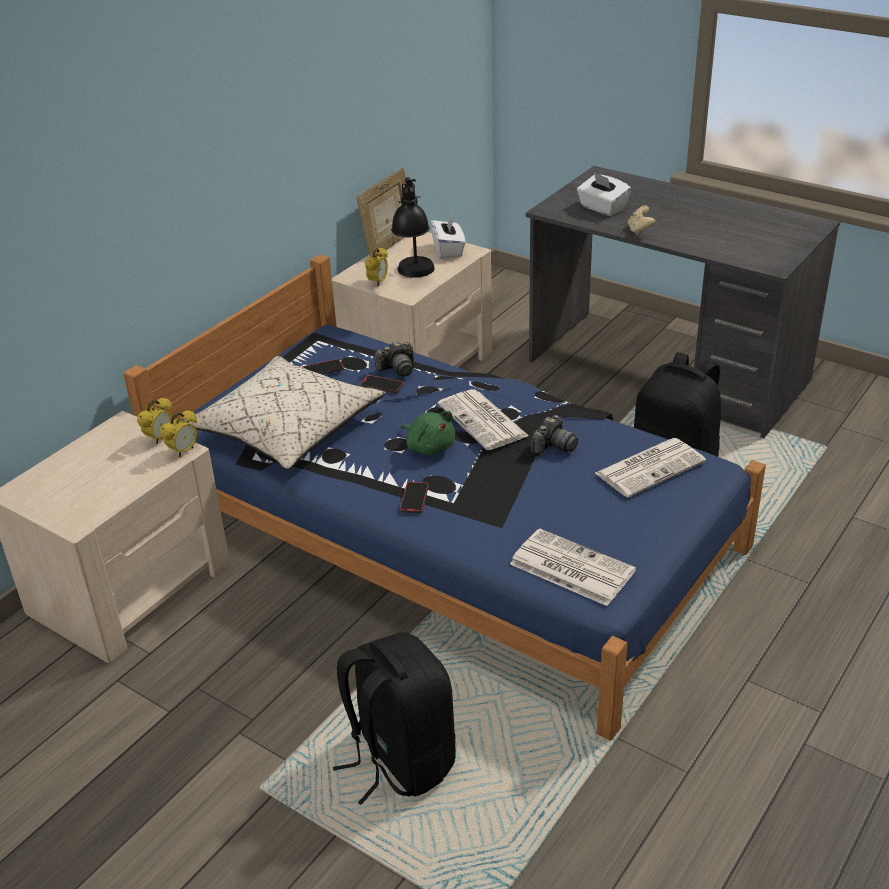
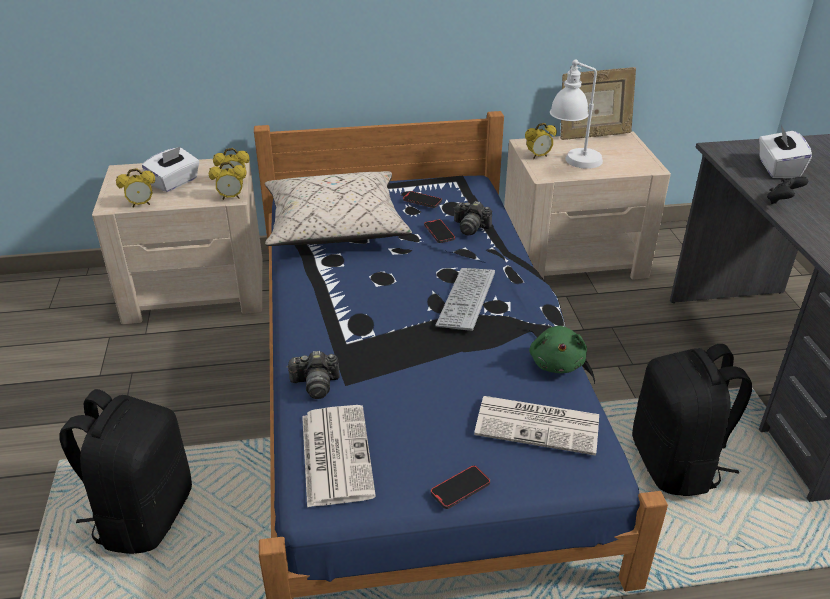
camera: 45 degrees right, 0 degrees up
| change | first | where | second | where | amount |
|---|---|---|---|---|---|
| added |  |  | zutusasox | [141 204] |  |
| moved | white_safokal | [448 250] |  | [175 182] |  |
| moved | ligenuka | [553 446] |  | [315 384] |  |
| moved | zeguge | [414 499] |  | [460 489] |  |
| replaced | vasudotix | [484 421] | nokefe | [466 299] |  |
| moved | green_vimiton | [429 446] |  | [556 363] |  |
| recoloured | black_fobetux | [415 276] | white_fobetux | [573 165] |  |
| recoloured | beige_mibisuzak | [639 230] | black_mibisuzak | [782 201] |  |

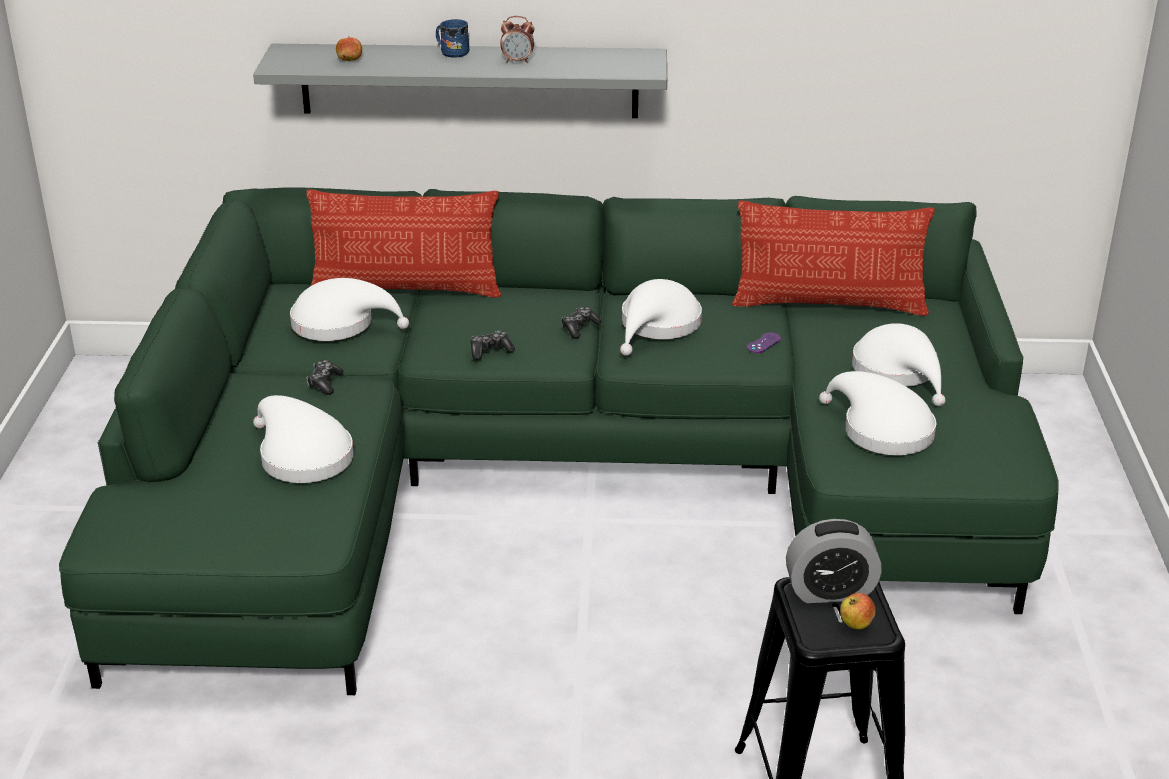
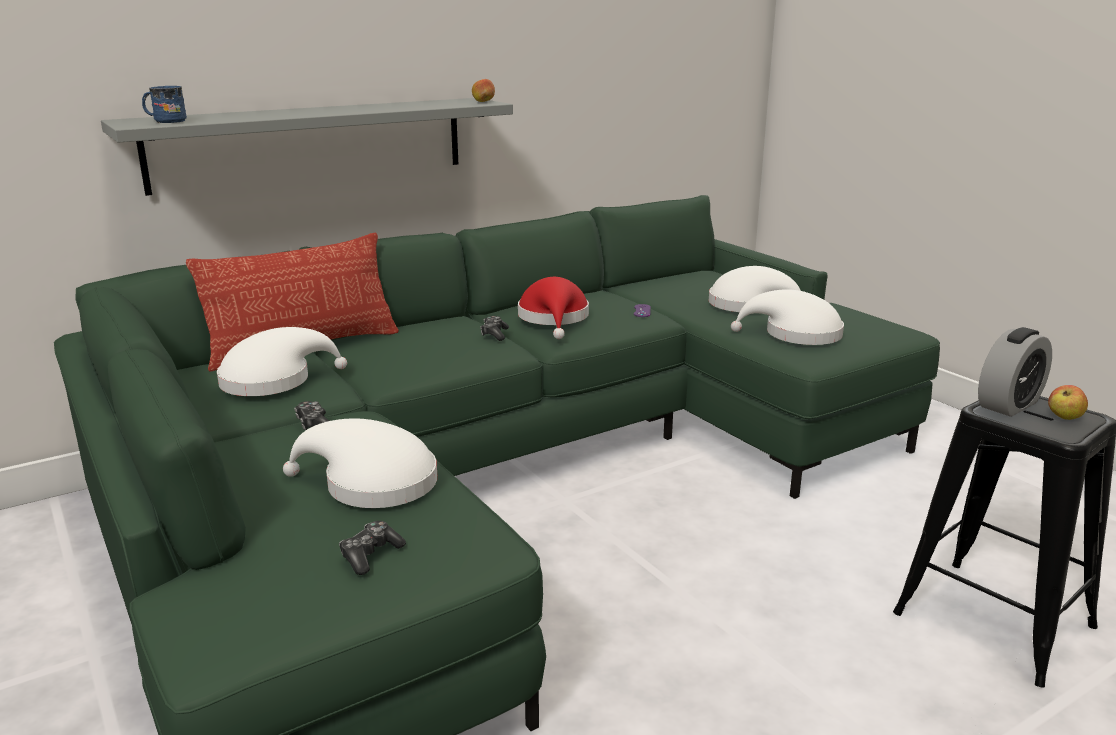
camera: 35 degrees left, 10 degrees down
| change | first | where | second | where | amount |
|---|---|---|---|---|---|
| moved | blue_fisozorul | [451 52] |  | [165 121] |  |
| moved | mibisuzak | [490 351] |  | [370 555] |  |
| moved | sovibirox | [350 61] |  | [483 102] |  |
| recoloured | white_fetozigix | [658 326] | red_fetozigix | [554 319] |  |
| removed | zutusasox | [517 61] |  |  |  |
| removed | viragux | [828 304] |  |  |  |

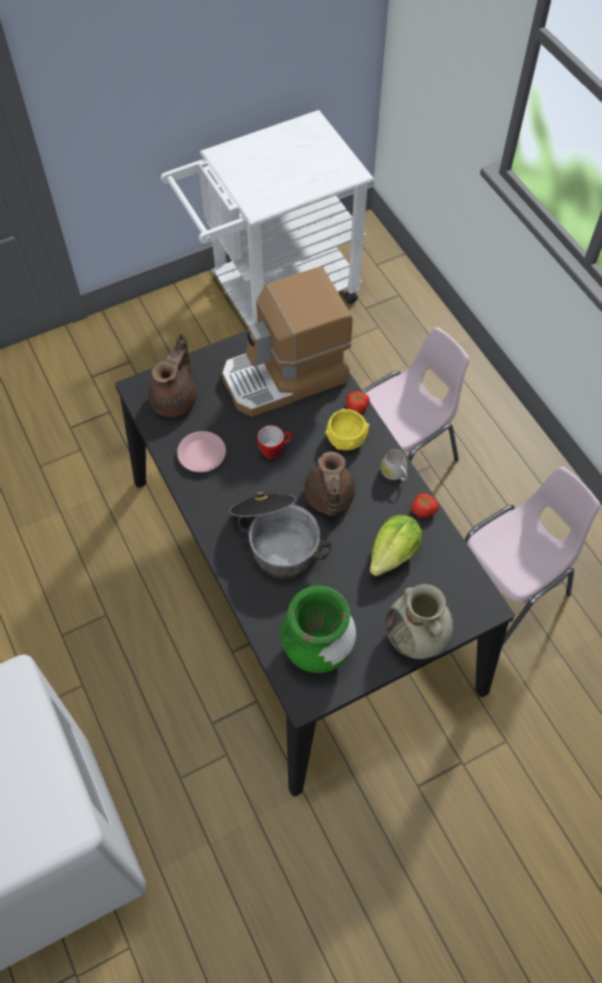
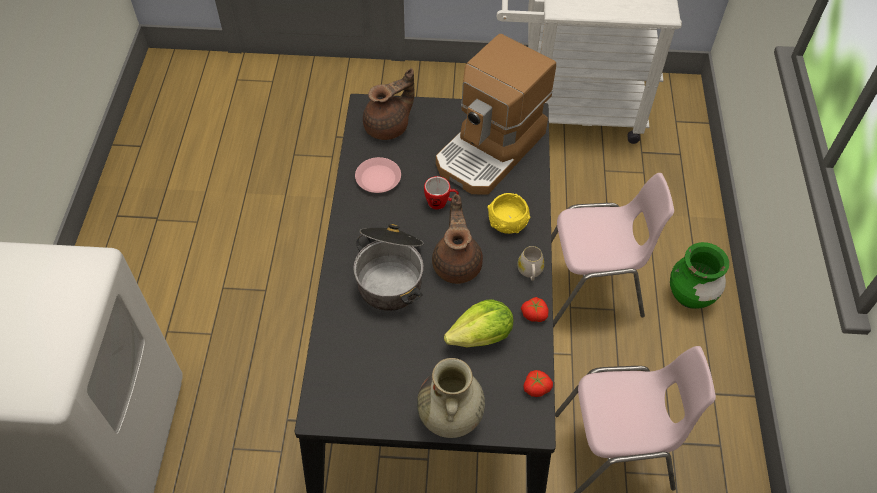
camera: 30 degrees right, 5 degrees down
| change | first | where | second | where | amount |
|---|---|---|---|---|---|
| turned | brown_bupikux | [328 498] |  | [457 263] | 150 degrees clockwise |
| turned | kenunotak | [285 377] |  | [491 150] | 60 degrees counterclockwise |
| moved | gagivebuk | [356 406] |  | [536 387] |  |
| moved | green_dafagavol | [317 649] |  | [690 296] |  |

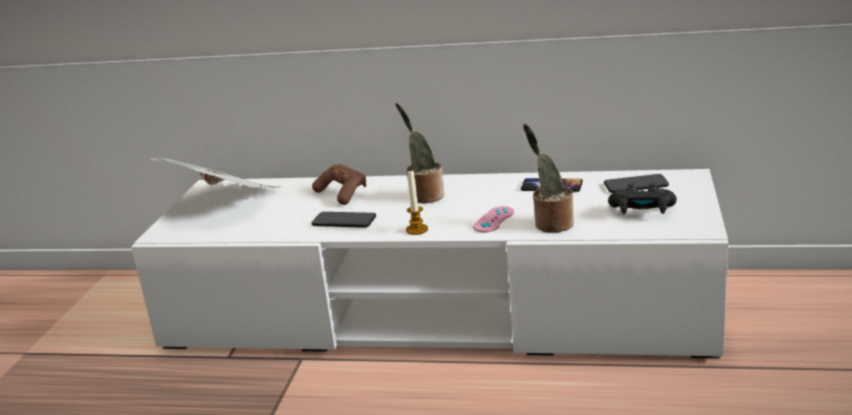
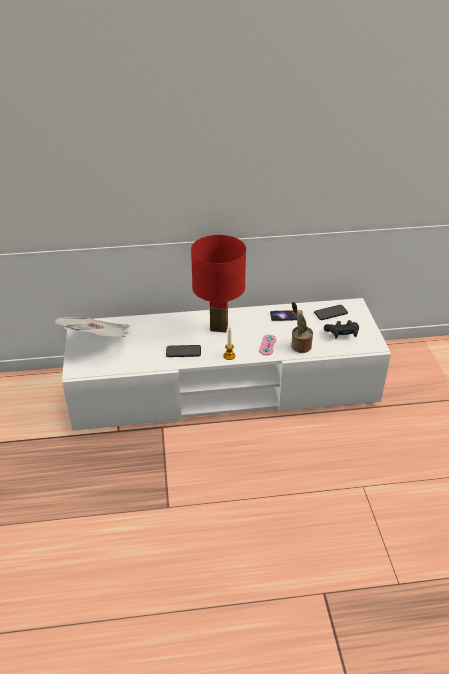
camera: 20 degrees left, 15 degrees up
| change | first | where | second | where | amount |
|---|---|---|---|---|---|
| replaced | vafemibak | [424 196] | red_fobetux | [219 328] |  |
| removed | brown_mibisuzak | [342 194] |  |  |  |

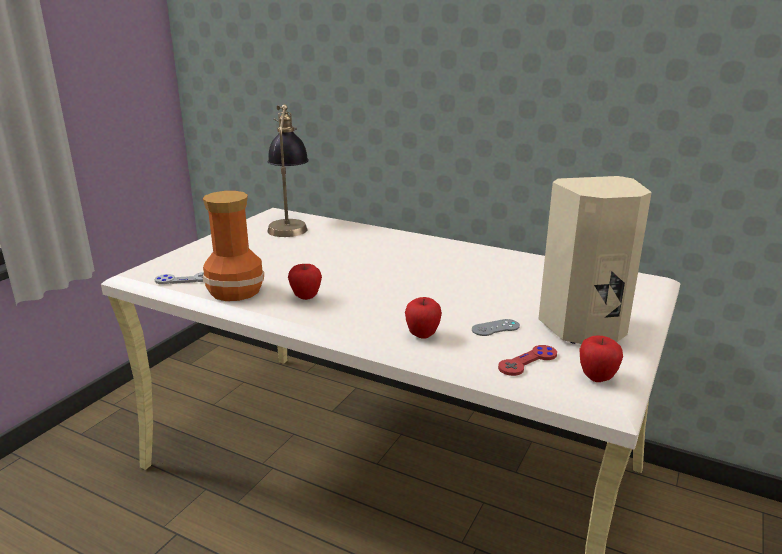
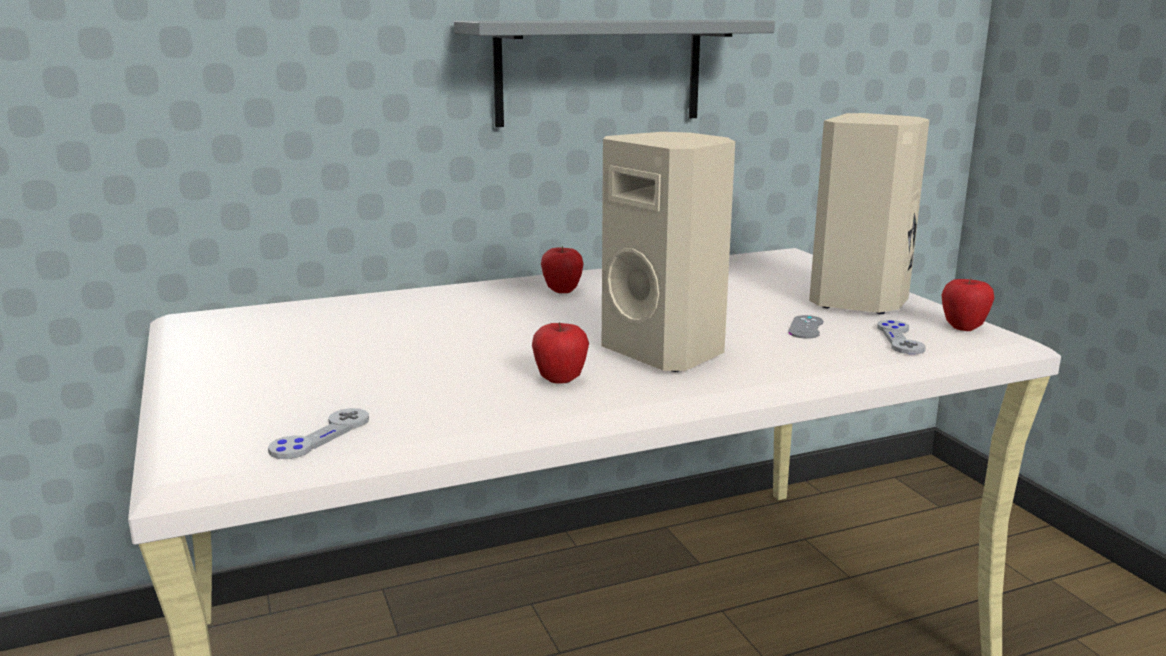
camera: 50 degrees left, 5 degrees down
| change | first | where | second | where | amount |
|---|---|---|---|---|---|
| added |  |  | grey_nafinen | [599 72] |  |
| moved | sovibirox | [422 335] |  | [562 291] |  |
| added |  |  | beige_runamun | [666 352] |  |
| recoloured | red_mibisuzak | [528 362] | grey_mibisuzak | [900 339] |  |
| removed | dafagavol | [234 291] |  |  |  |
| removed | fobetux | [289 224] |  |  |  |

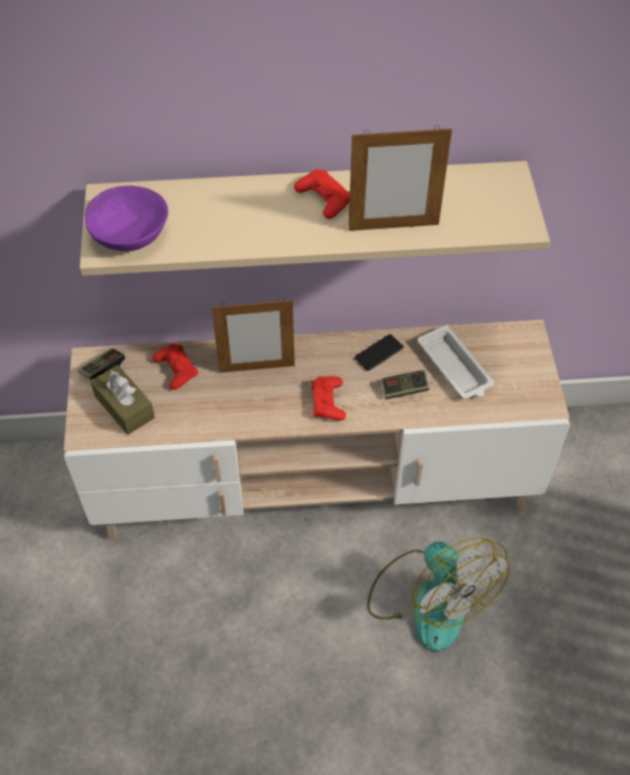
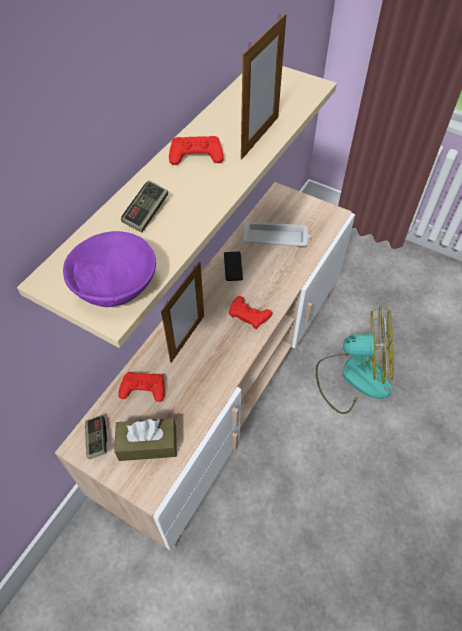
camera: 55 degrees left, 0 degrees up
| change | first | where | second | where | amount |
|---|---|---|---|---|---|
| moved | mibisuzak | [404 390] |  | [146 213] |  |

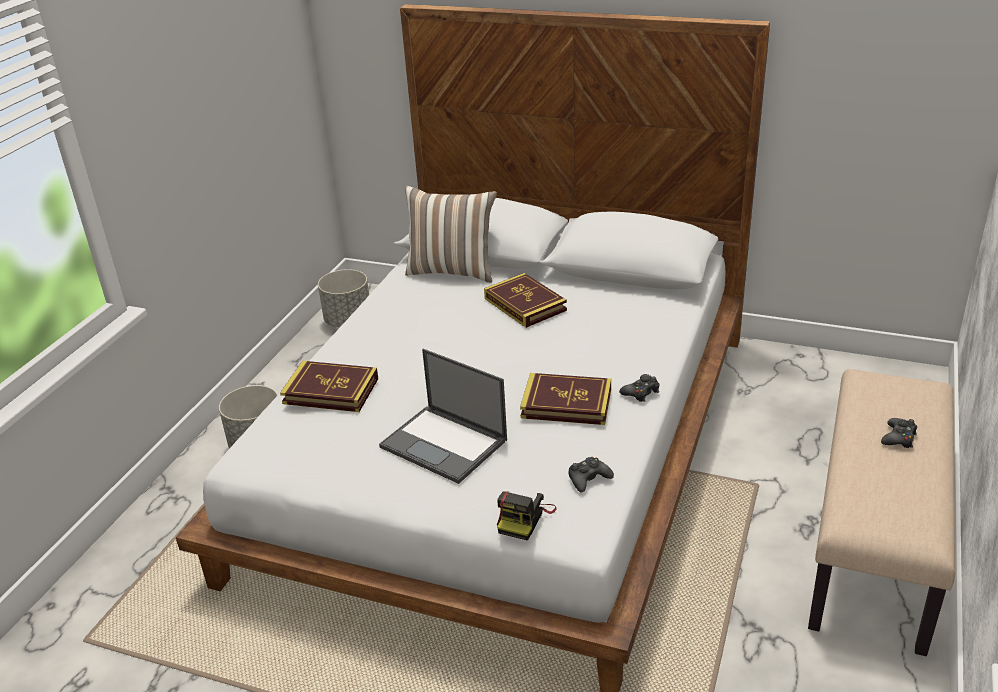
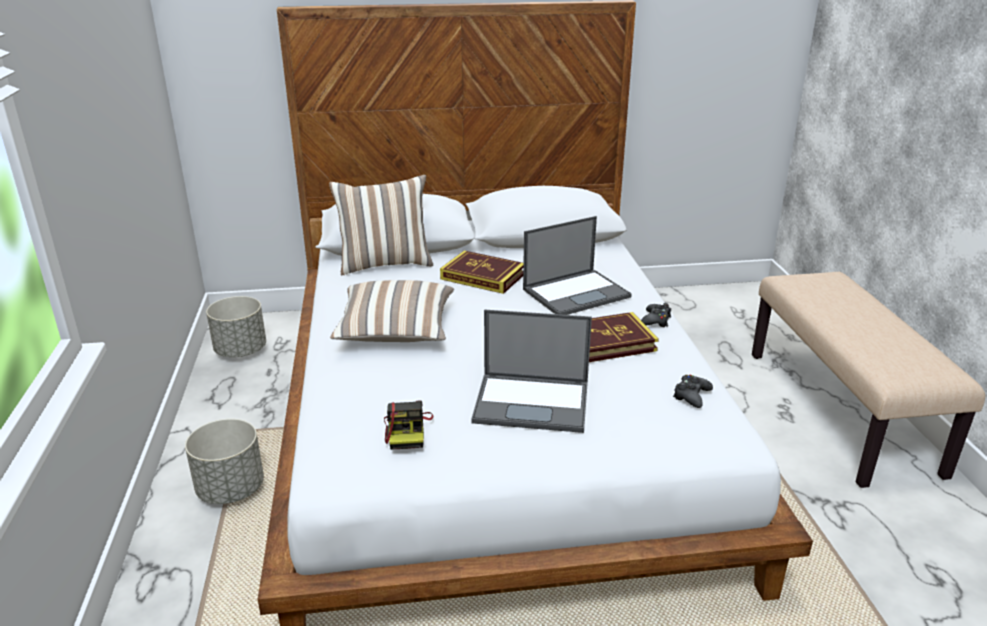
camera: 30 degrees left, 5 degrees down
| change | first | where | second | where | amount |
|---|---|---|---|---|---|
| added |  |  | viragux | [396 332] |  |
| moved | ligenuka | [524 518] |  | [407 431] |  |
| added |  |  | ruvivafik | [577 293] |  |
| removed | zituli | [331 391] |  |  |  |
| removed | black_mibisuzak | [898 438] |  |  |  |

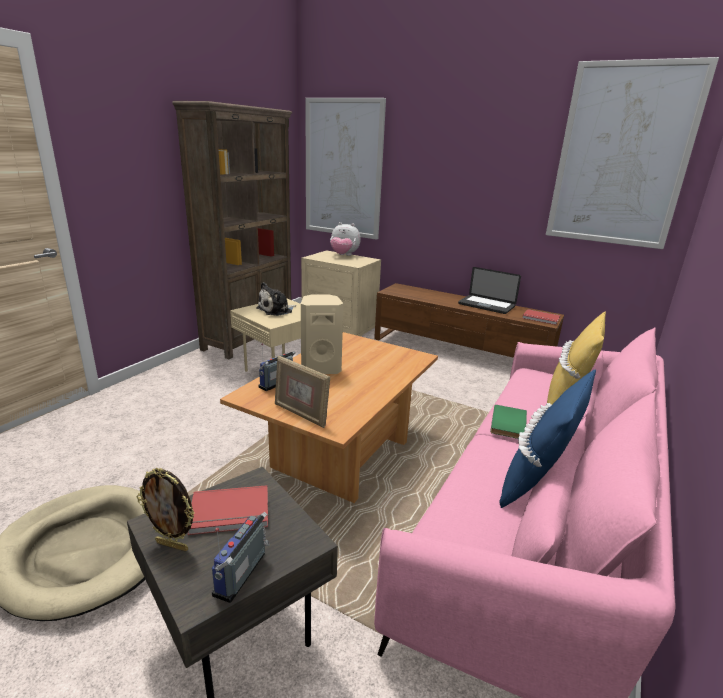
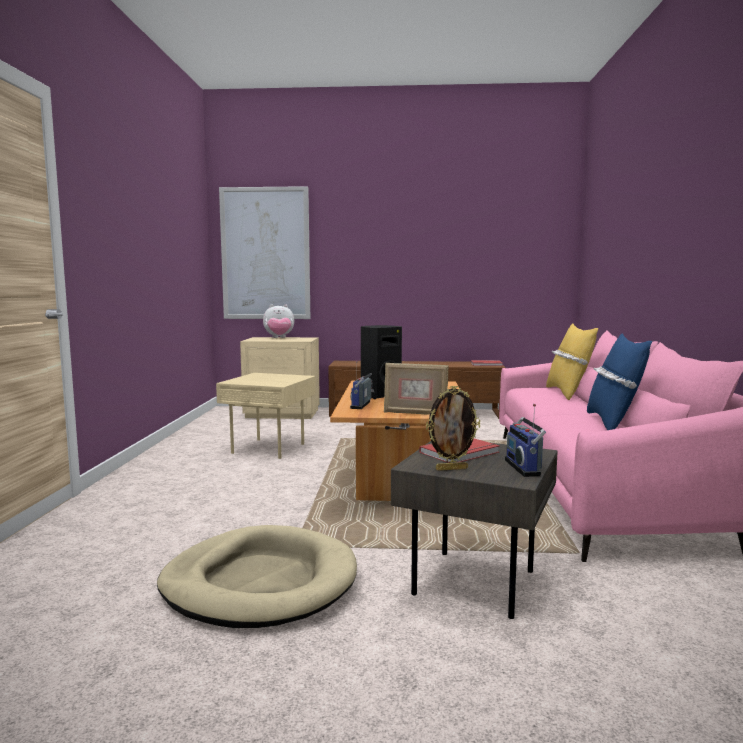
camera: 25 degrees left, 15 degrees down
| change | first | where | second | where | amount |
|---|---|---|---|---|---|
| recoloured | beige_runamun | [320 368] | black_runamun | [380 396] |  |
| removed | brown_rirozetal | [249 338] |  |  |  |
| removed | vimiton | [276 310] |  |  |  |
| removed | ruvivafik | [486 305] |  |  |  |
| removed | green_zituli | [506 423] |  |  |  |
| removed | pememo | [622 156] |  |  |  |

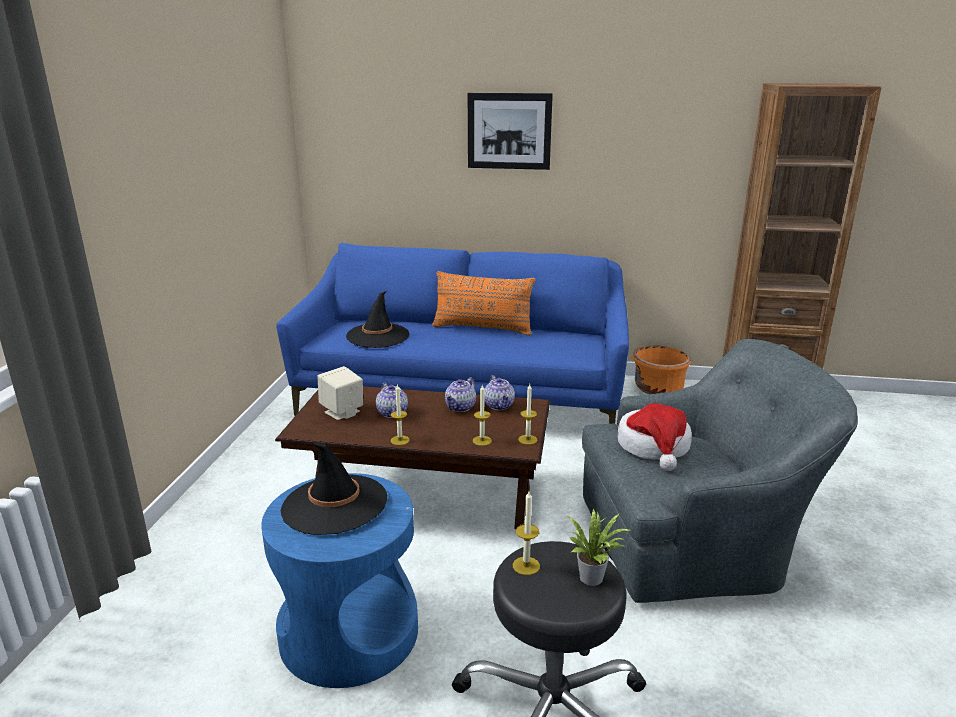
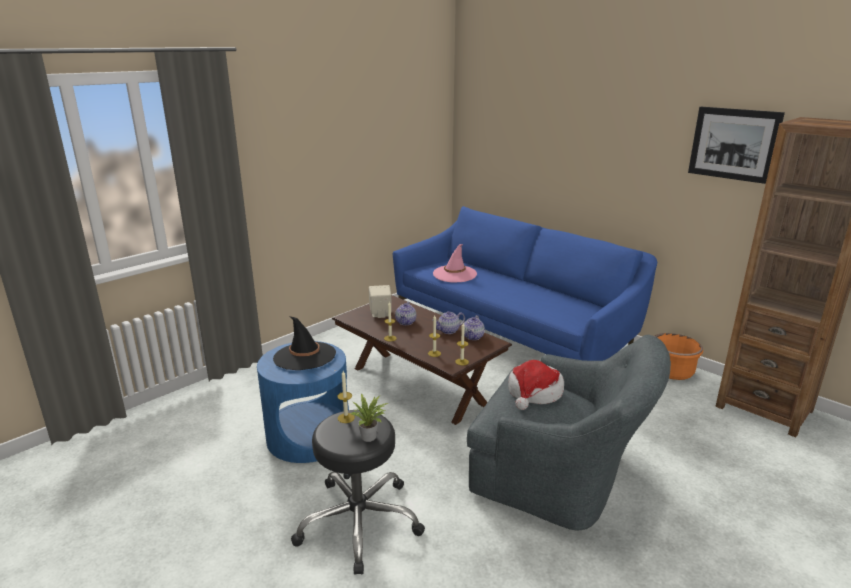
camera: 35 degrees right, 0 degrees up
| change | first | where | second | where | amount |
|---|---|---|---|---|---|
| recoloured | black_fetozigix | [378 336] | pink_fetozigix | [454 274] |  |
| moved | pememo | [509 131] |  | [733 144] |  |
| removed | orange_viragux | [482 328] |  |  |  |

